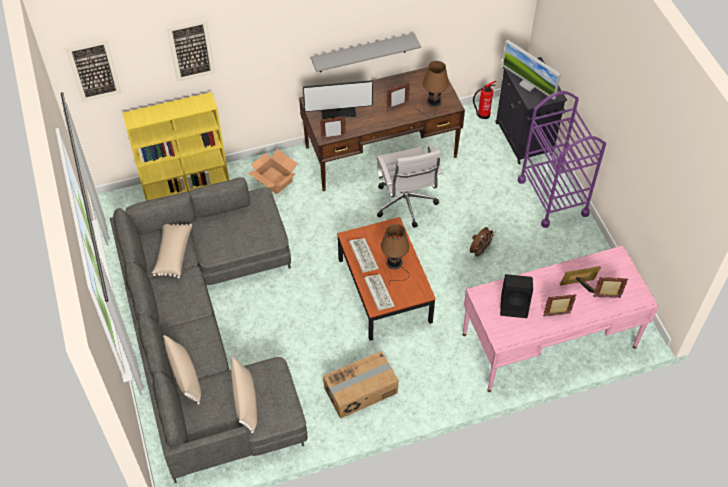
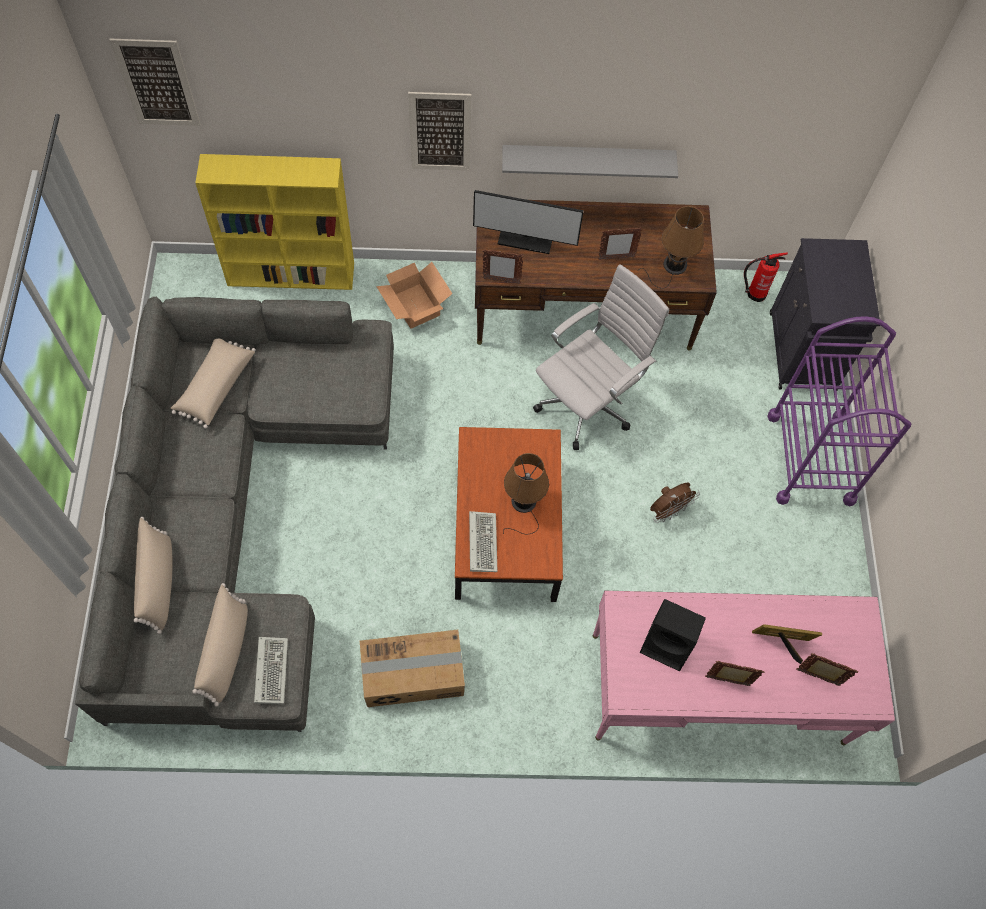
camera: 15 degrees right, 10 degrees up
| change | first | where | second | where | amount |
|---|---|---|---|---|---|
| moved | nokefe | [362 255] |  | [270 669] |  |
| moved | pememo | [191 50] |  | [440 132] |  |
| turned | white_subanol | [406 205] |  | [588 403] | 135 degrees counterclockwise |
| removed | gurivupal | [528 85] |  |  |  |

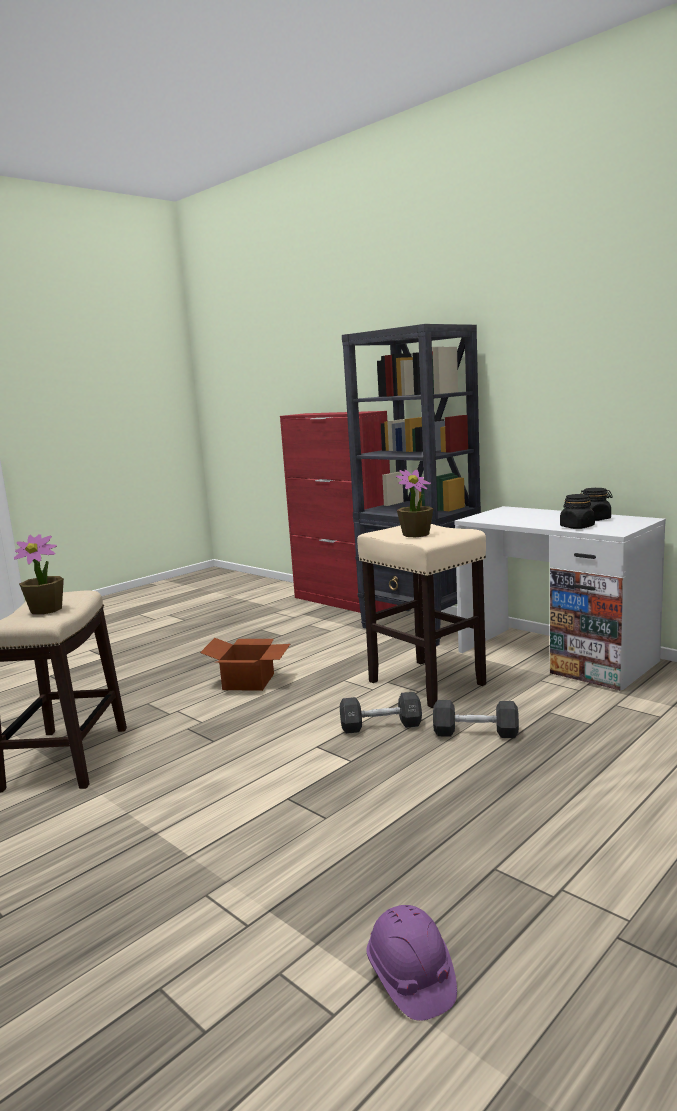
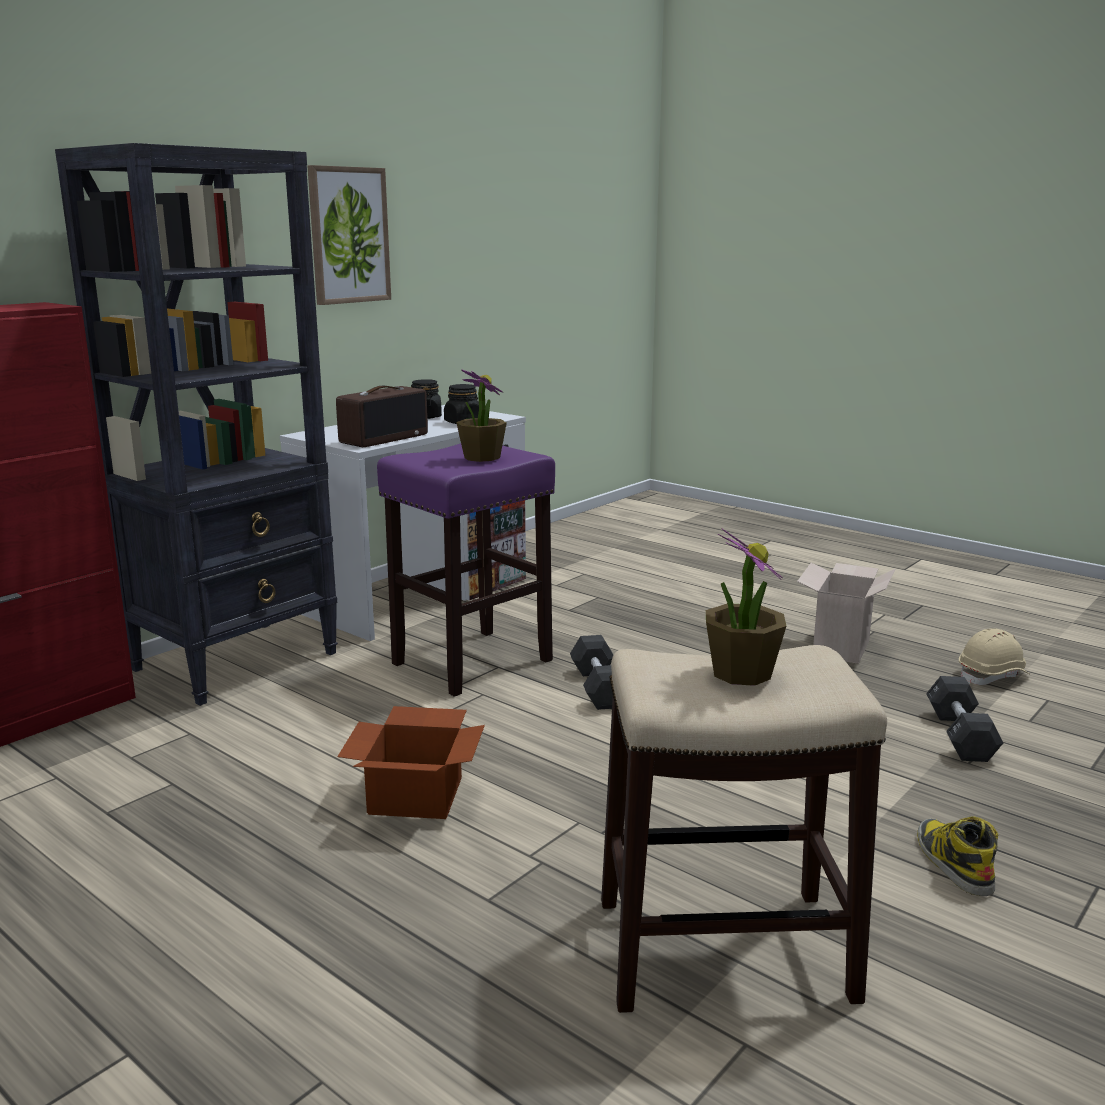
camera: 95 degrees left, 5 degrees up
| change | first | where | second | where | amount |
|---|---|---|---|---|---|
| added |  |  | pememo | [348 235] |  |
| added |  |  | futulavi | [384 438] |  |
| recoloured | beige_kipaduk | [425 682] | purple_kipaduk | [471 662] |  |
| added |  |  | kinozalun | [839 647] |  |
| added |  |  | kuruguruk | [952 862] |  |
| moved | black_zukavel | [475 733] |  | [960 736] |  |
| recoloured | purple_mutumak | [411 978] | beige_mutumak | [993 676] |  |

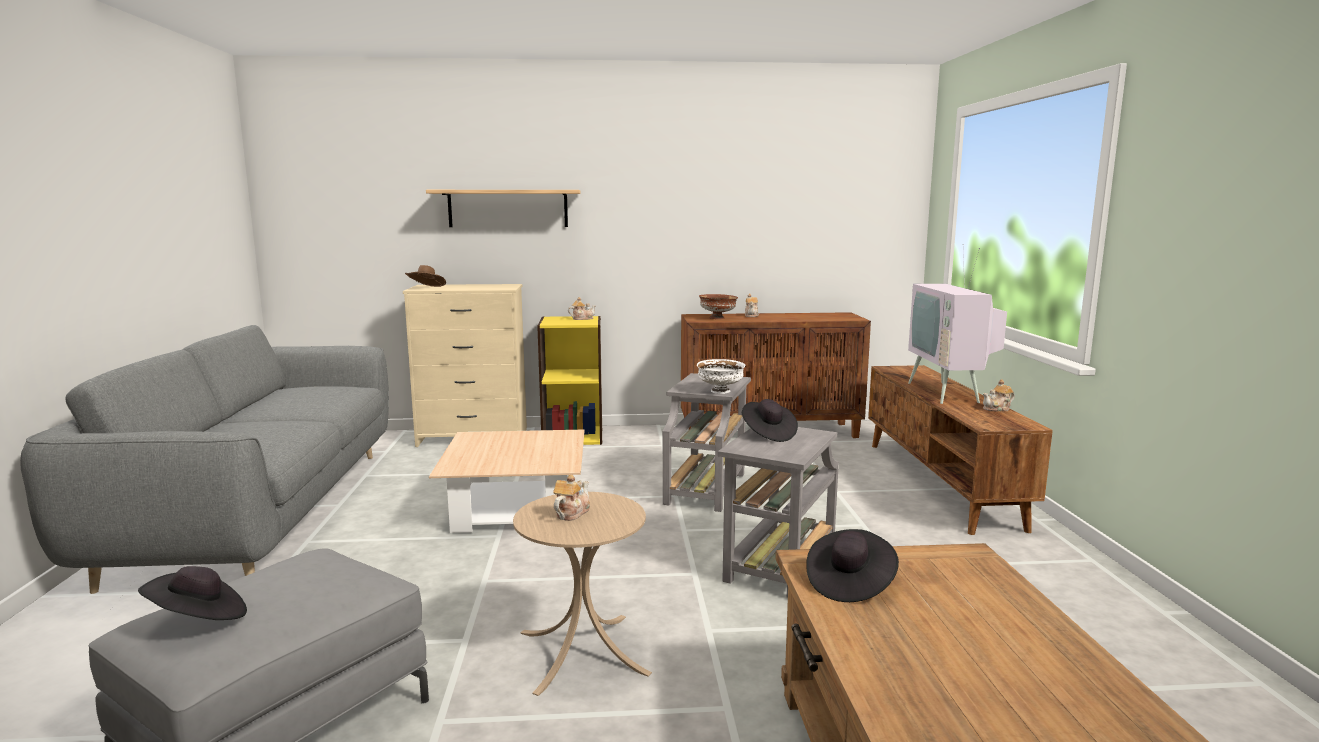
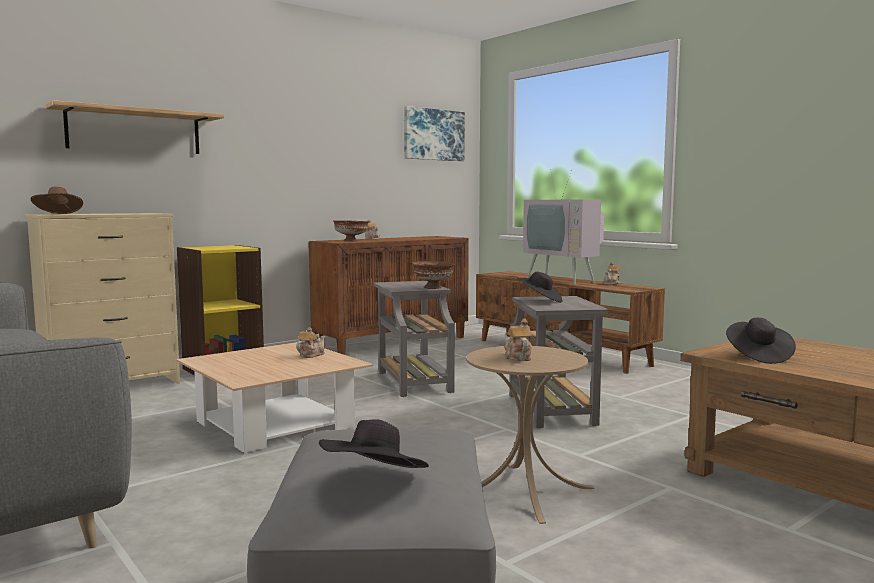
camera: 35 degrees left, 5 degrees down
| change | first | where | second | where | amount |
|---|---|---|---|---|---|
| moved | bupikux | [582 319] |  | [311 355] |  |
| added |  |  | pememo | [433 134] |  |
| recoloured | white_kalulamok | [721 391] | brown_kalulamok | [433 288] |  |

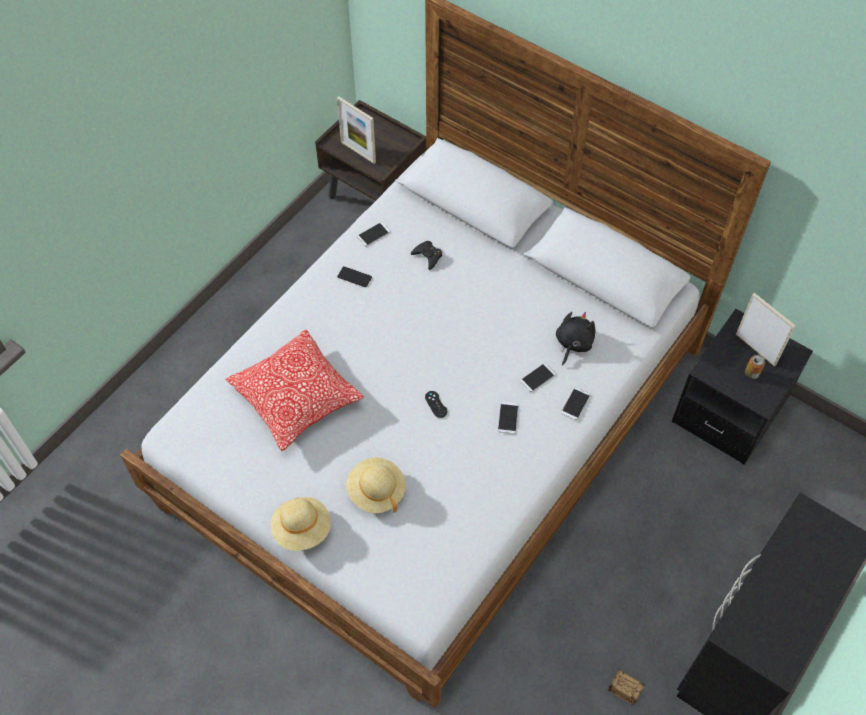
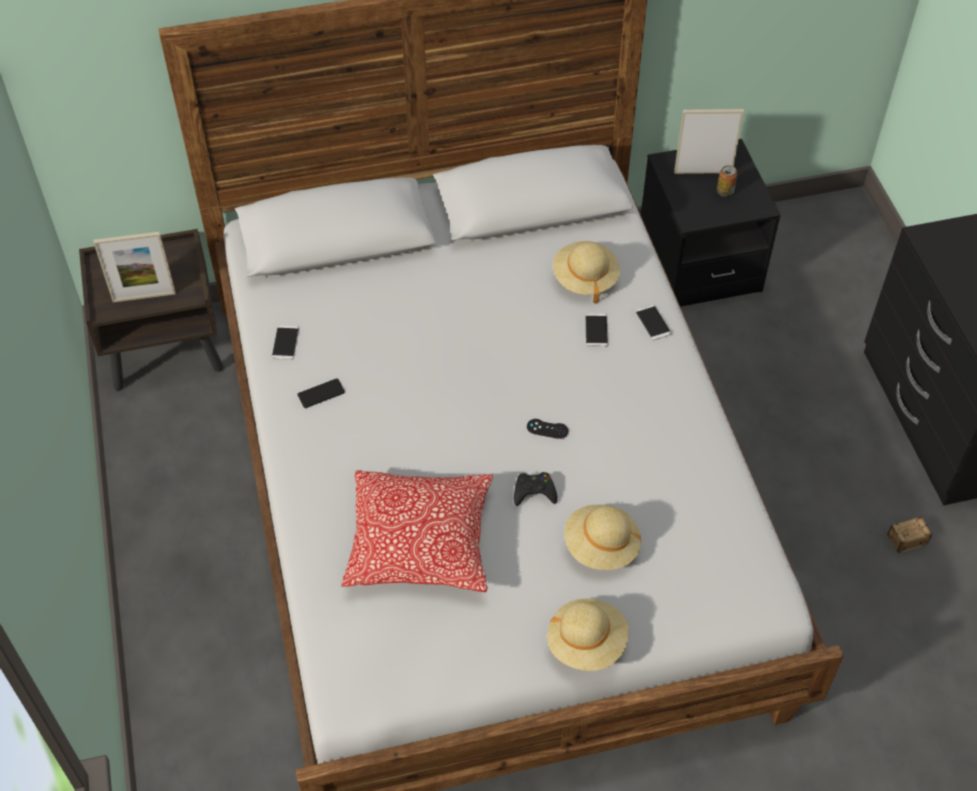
camera: 50 degrees left, 5 degrees down
| change | first | where | second | where | amount |
|---|---|---|---|---|---|
| moved | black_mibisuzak | [428 256] |  | [534 492] |  |
| replaced | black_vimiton | [573 343] | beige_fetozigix | [585 279] |  |
| removed | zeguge | [508 418] |  |  |  |

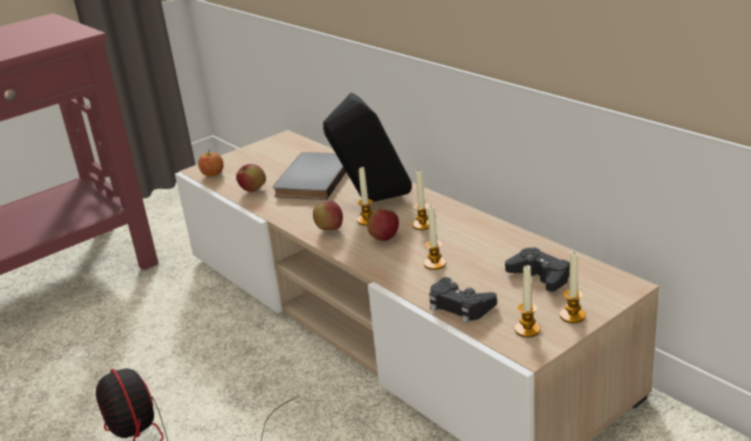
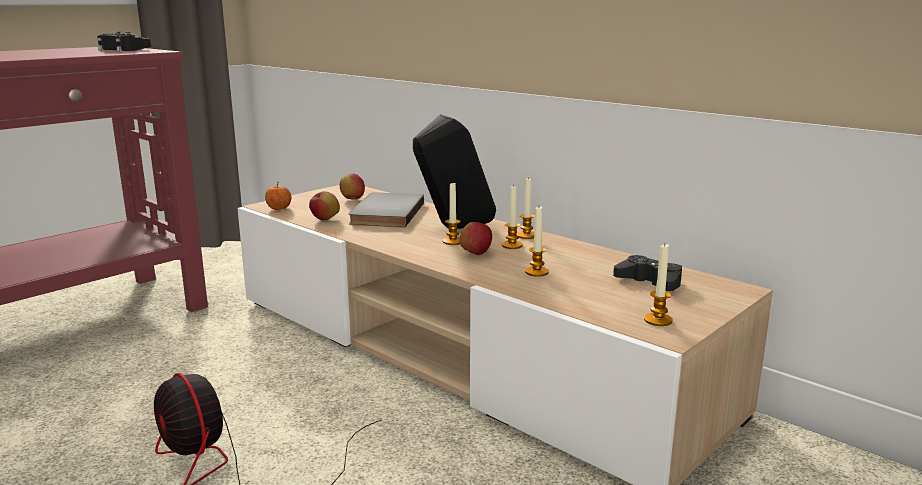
camera: 10 degrees left, 10 degrees down
| change | first | where | second | where | amount |
|---|---|---|---|---|---|
| moved | black_mibisuzak | [460 306] |  | [123 50] |  |
| moved | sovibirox | [329 229] |  | [352 199] |  |
| moved | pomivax | [572 316] |  | [526 235] |  |

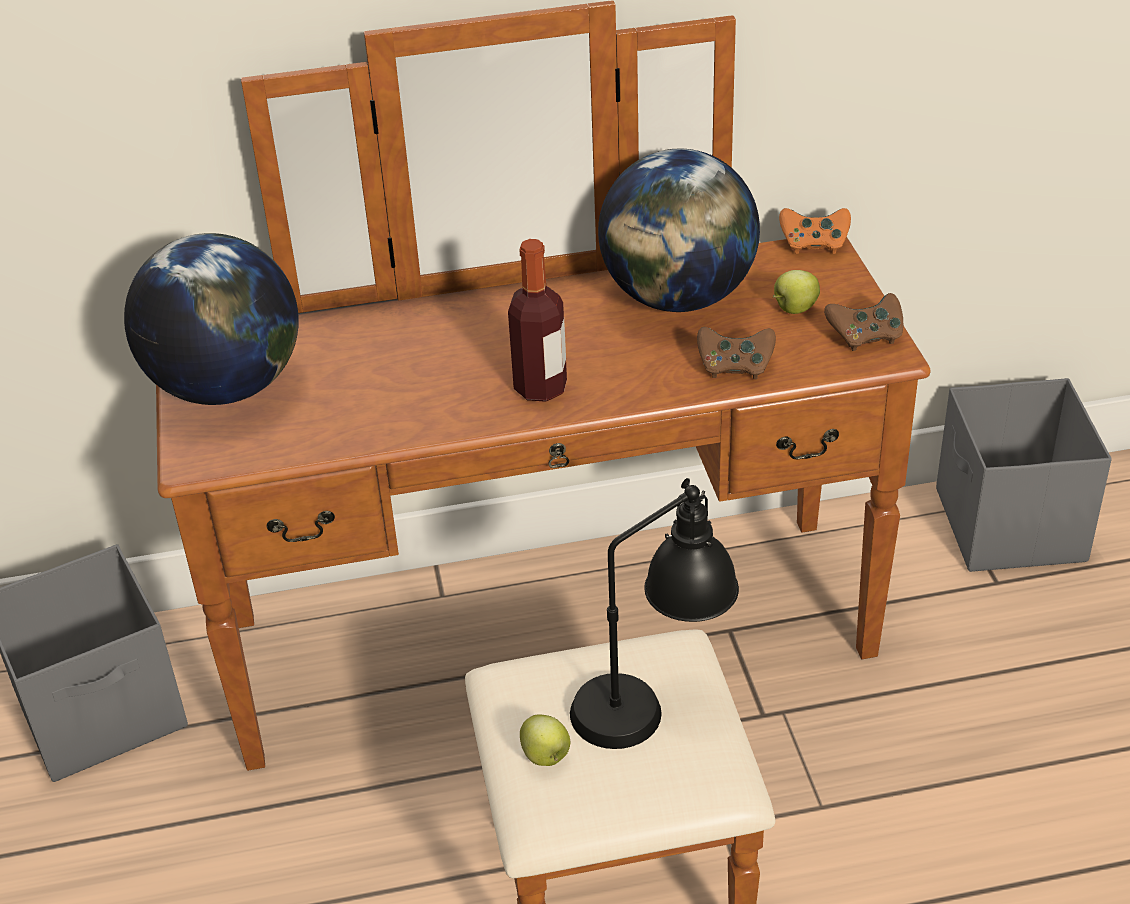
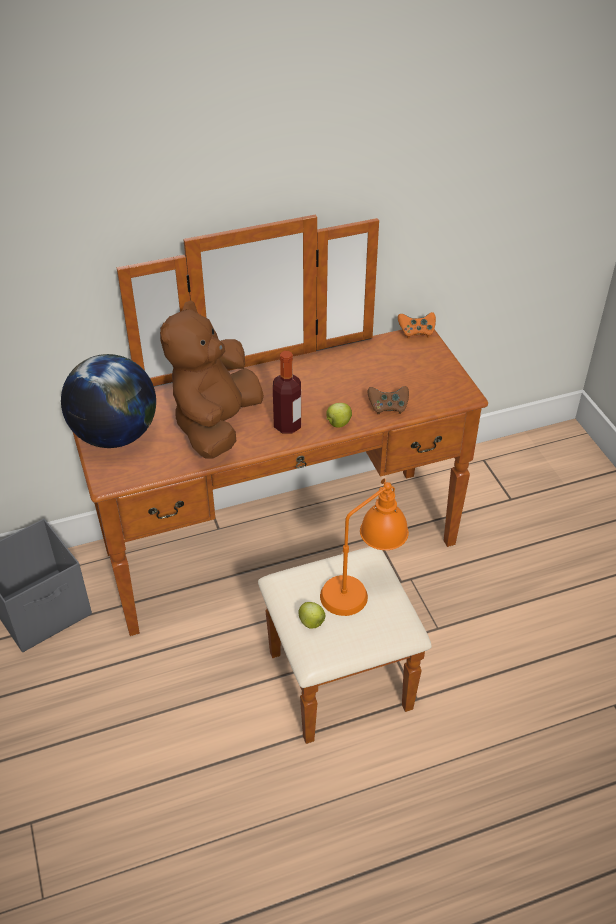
camera: 10 degrees left, 5 degrees up
| change | first | where | second | where | amount |
|---|---|---|---|---|---|
| added |  |  | brown_vimiton | [216 425] |  |
| recoloured | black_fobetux | [653 701] | orange_fobetux | [362 588] |  |
| moved | sovibirox | [794 309] |  | [338 424] |  |
| removed | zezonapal | [678 298] |  |  |  |
| removed | brown_mibisuzak | [865 337] |  |  |  |
| removed | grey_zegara | [1009 527] |  |  |  |

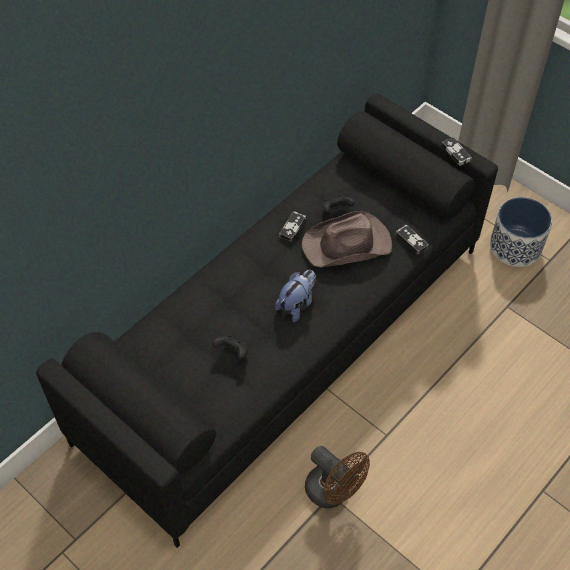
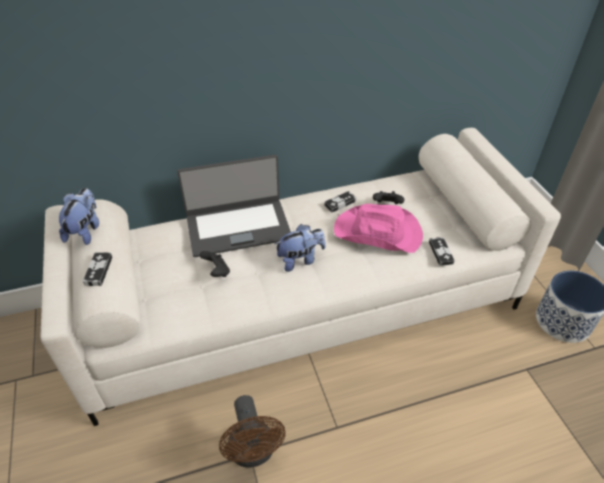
camera: 30 degrees right, 10 degrees down
| change | first | where | second | where | amount |
|---|---|---|---|---|---|
| recoloured | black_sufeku | [285 340] | white_sufeku | [303 305] |  |
| added |  |  | vimiton | [85 231] |  |
| moved | mibisuzak | [456 153] |  | [98 270] |  |
| added |  |  | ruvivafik | [238 227] |  |
| recoloured | brown_fetozigix | [348 245] | pink_fetozigix | [378 233] |  |

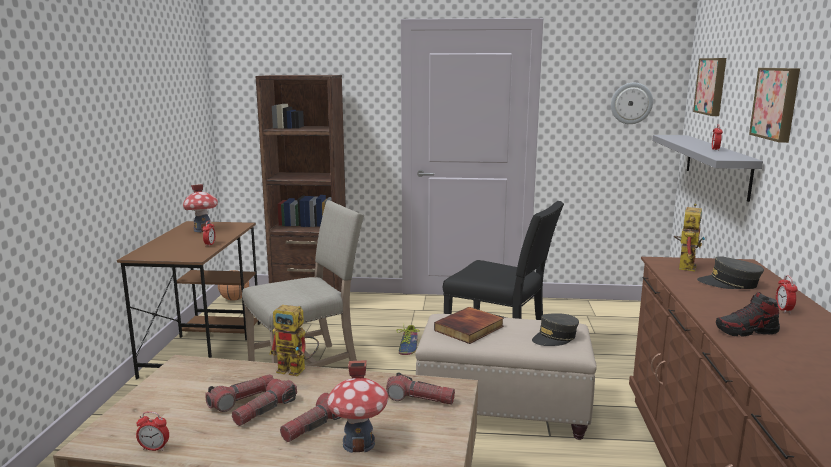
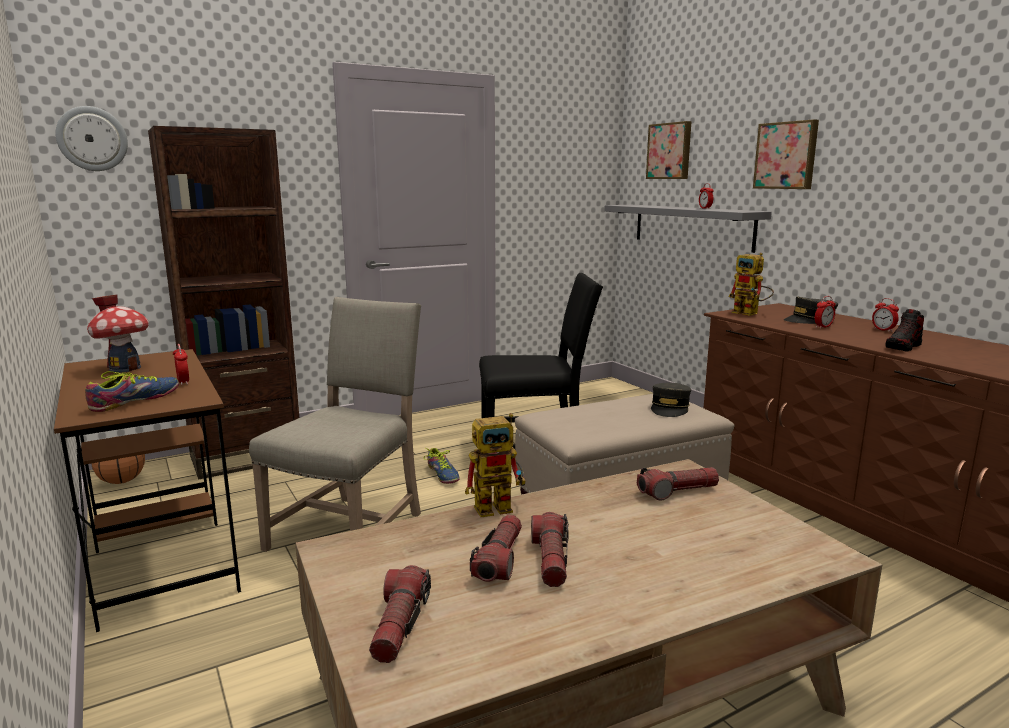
camera: 35 degrees left, 0 degrees up
| change | first | where | second | where | amount |
|---|---|---|---|---|---|
| moved | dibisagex | [631 103] |  | [92 139] |  |
| added |  |  | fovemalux | [134 400] |  |
| moved | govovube | [314 426] |  | [399 625] |  |
| turned | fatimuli | [685 265] |  | [750 313] | 150 degrees clockwise |
| moved | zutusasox | [154 448] |  | [823 327] |  |
| removed | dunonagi | [359 443] |  |  |  |
| removed | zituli | [469 329] |  |  |  |

